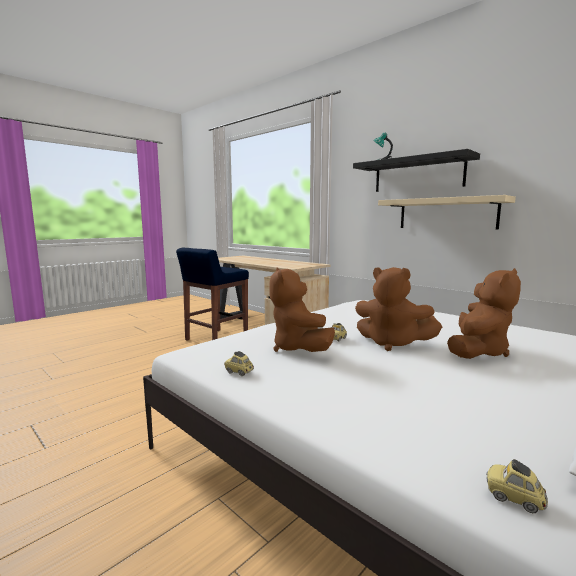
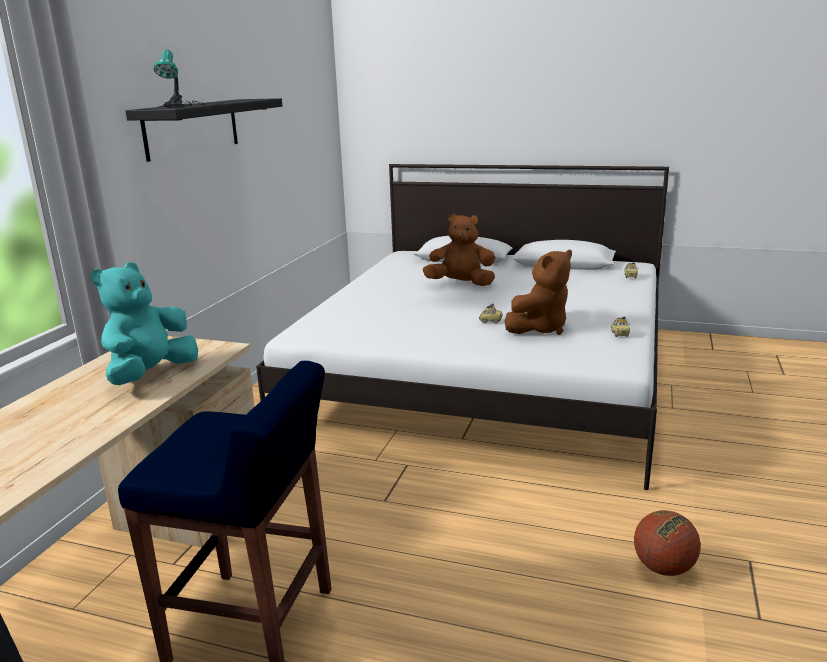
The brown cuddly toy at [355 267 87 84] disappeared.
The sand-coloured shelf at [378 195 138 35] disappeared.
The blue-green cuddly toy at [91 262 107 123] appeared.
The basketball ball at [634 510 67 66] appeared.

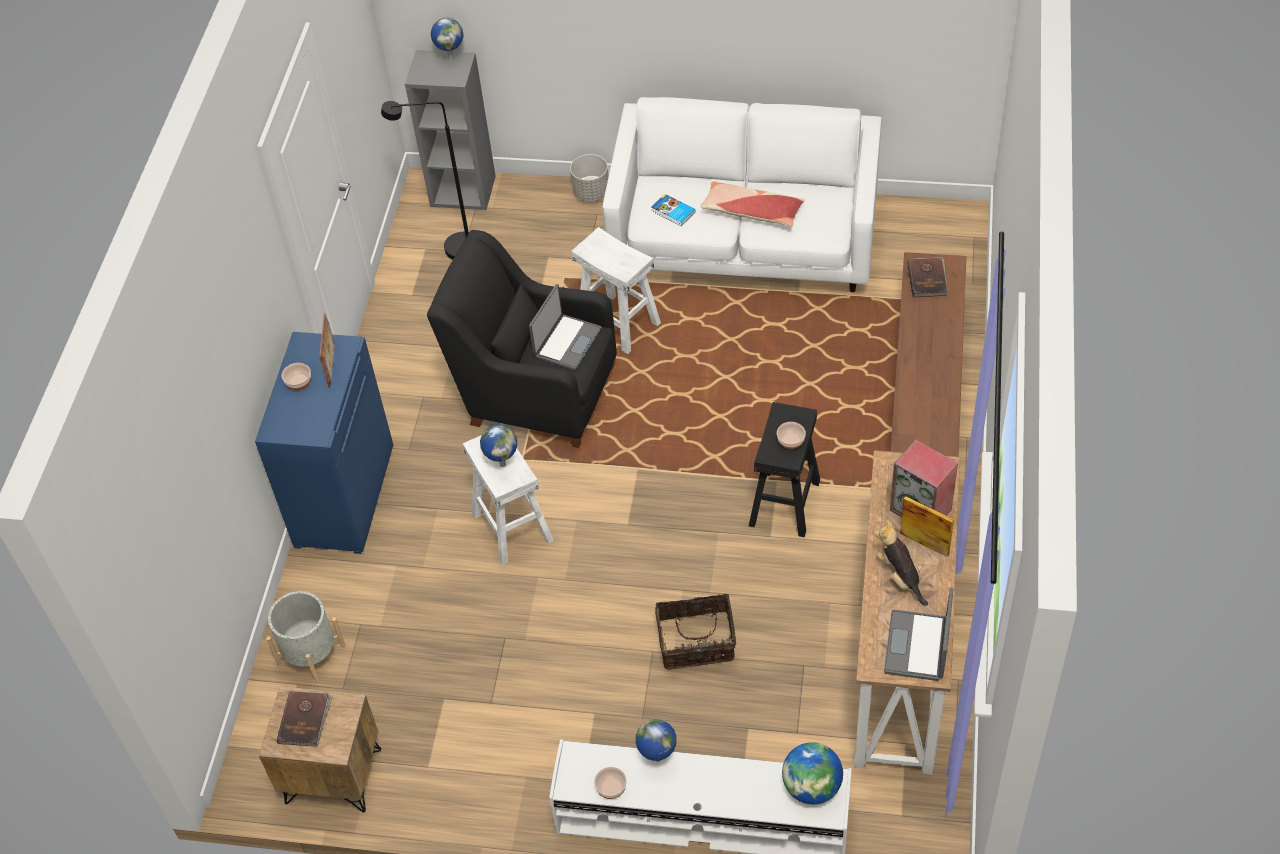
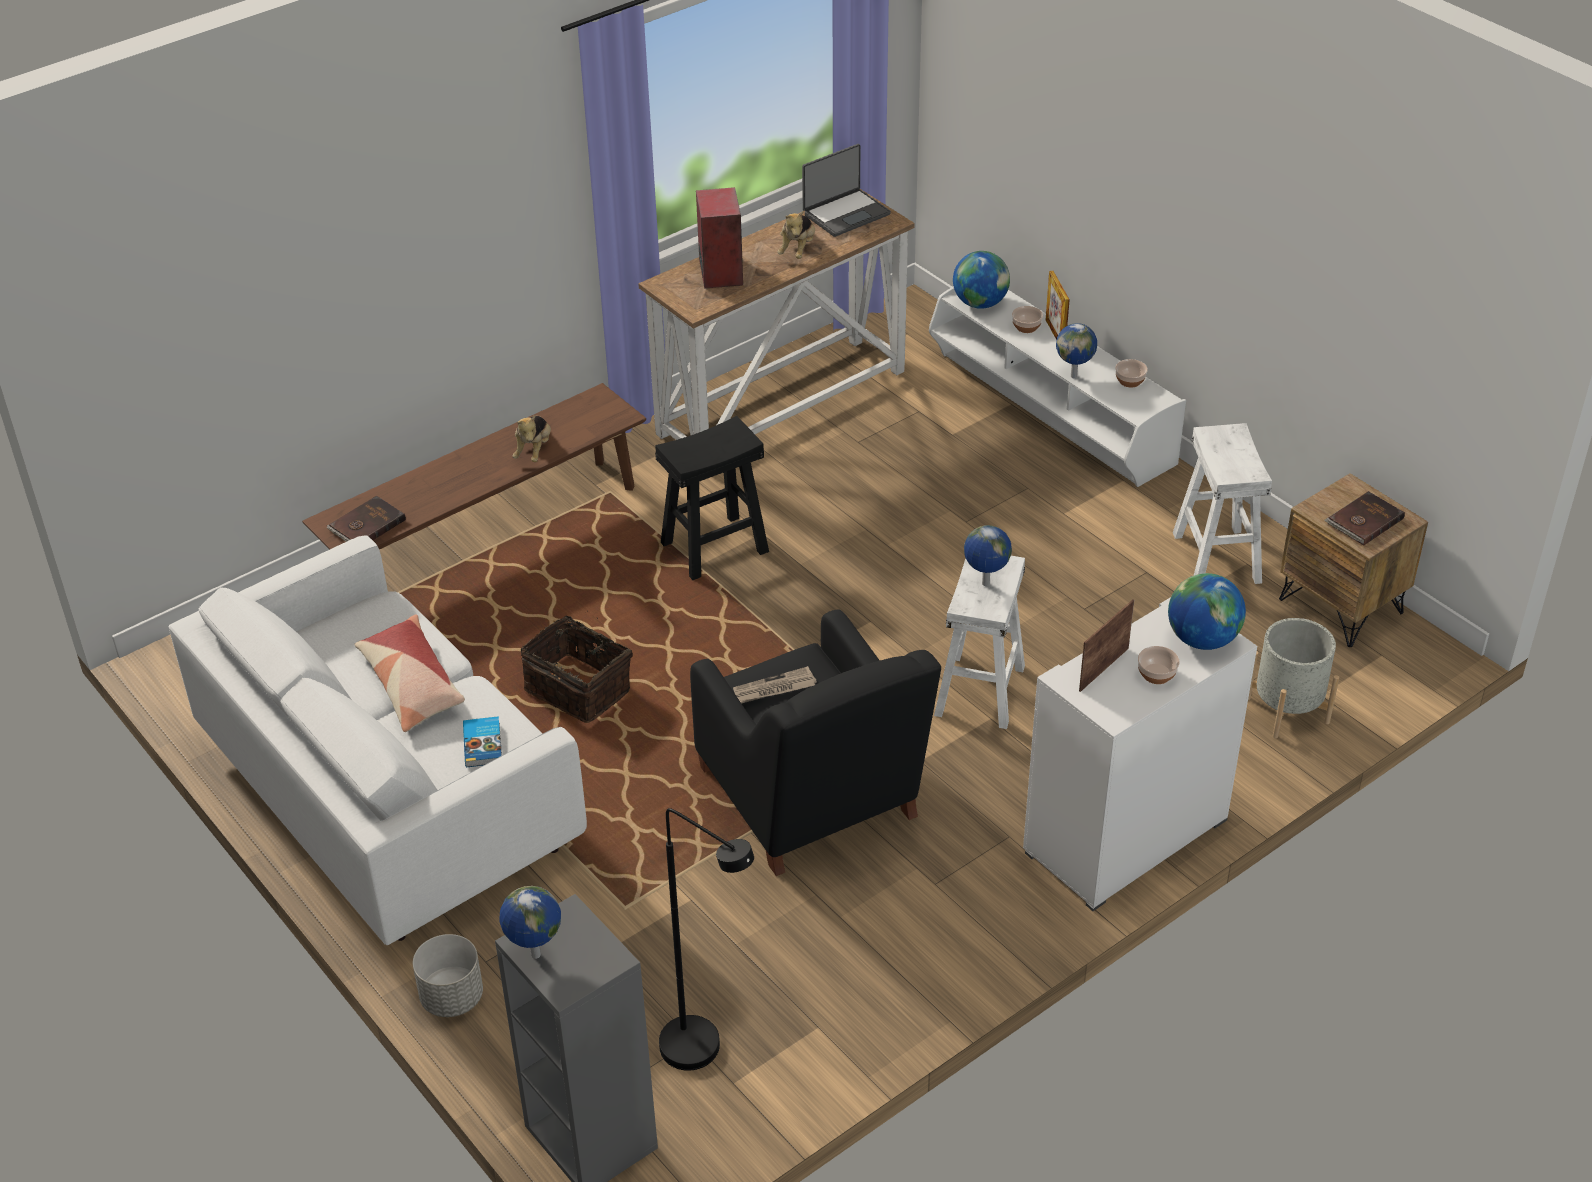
The bluish cupboard at [255 332 138 222] became the whitish cupboard at [1023 597 234 314].
The portable computer at [529 284 73 86] was replaced by the newspaper at [733 666 84 38].
The whitish sitting stool moved from [572 227 89 127] to [1173 423 99 161].
The household basket moved from [655 594 81 76] to [521 611 112 112].
The bowl moved from [777 422 29 27] to [1012 306 31 27].
The photo frame moved from [900 496 54 61] to [1046 271 24 69].
The cuddly toy at [513 415 38 47] appeared.
The world globe at [1168 573 78 77] appeared.

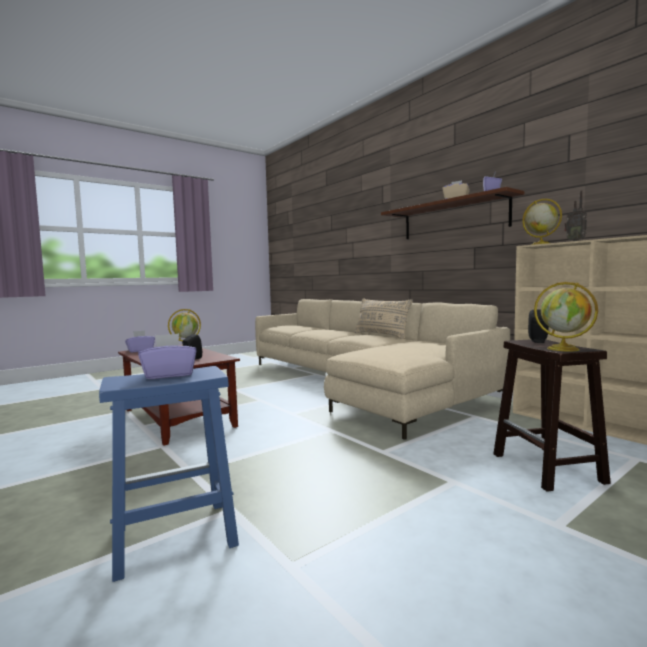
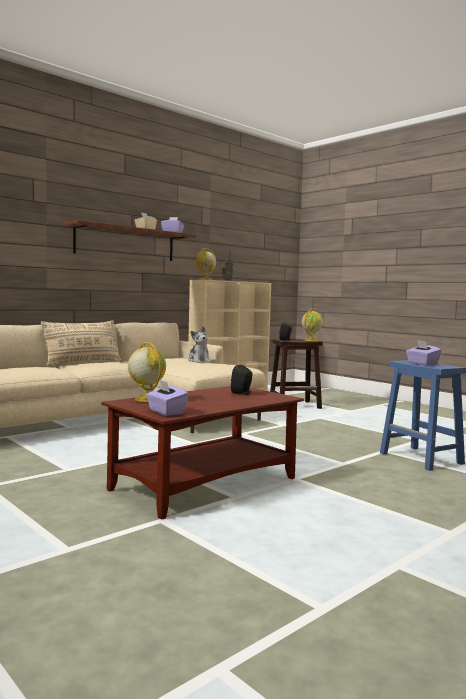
The cuddly toy at [188 326 23 37] appeared.

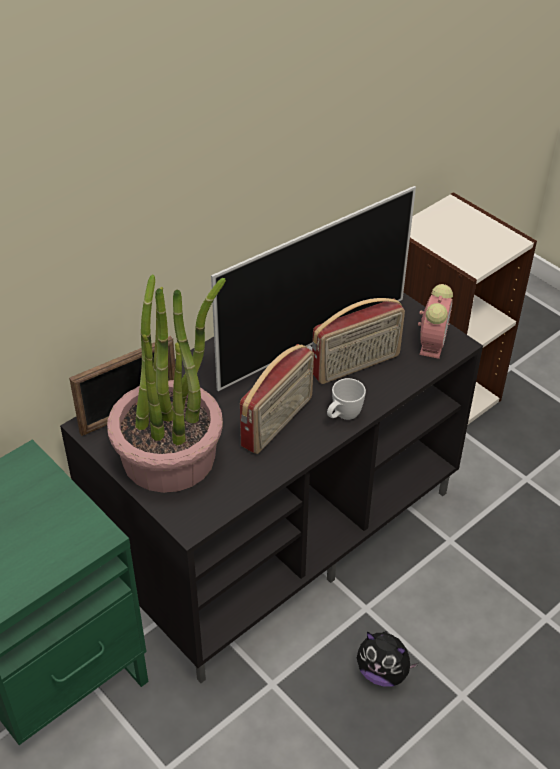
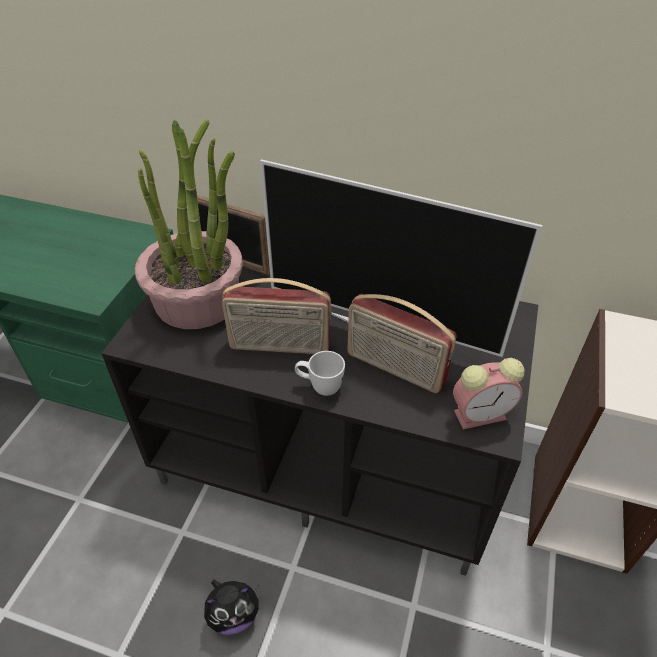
The cuddly toy at [357 631 62 56] turned 105 degrees counterclockwise.

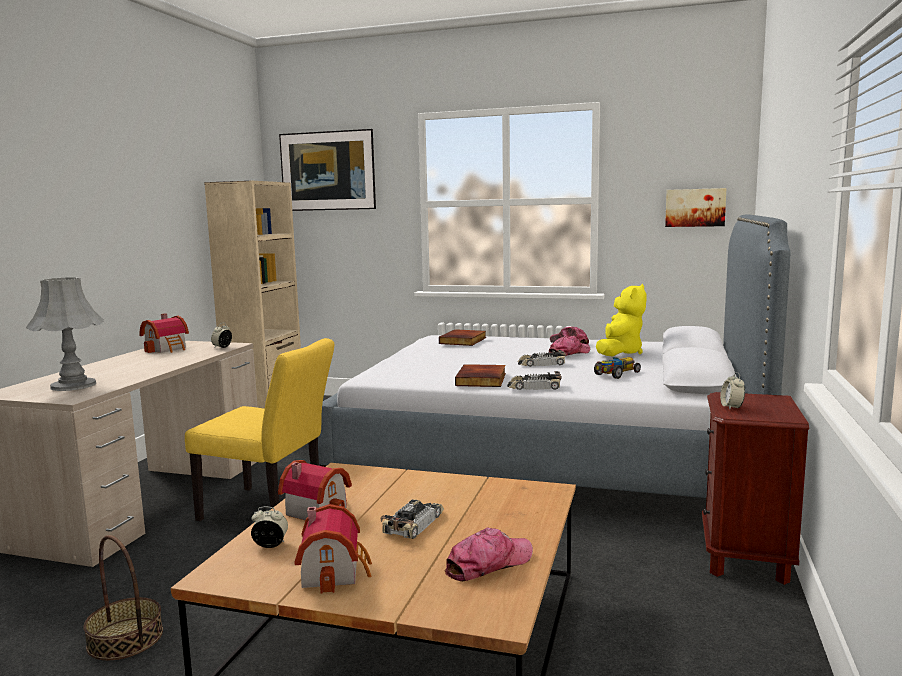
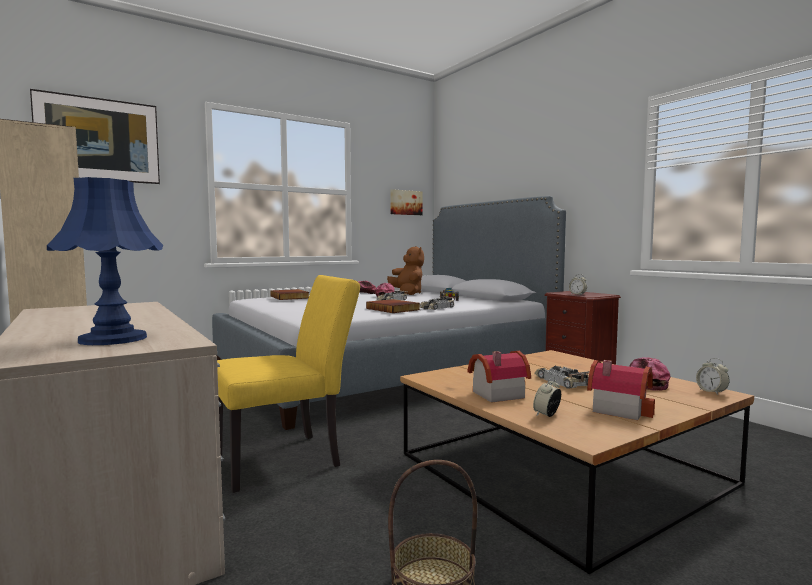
The gray table lamp at [26 277 78 114] became the bluish table lamp at [47 177 116 168].
The toy house at [139 313 50 40] disappeared.
The bedside clock moved from [211 323 21 25] to [696 358 34 37].
The yellow-coloured cuddly toy at [596 284 51 72] became the brown cuddly toy at [387 246 37 49].

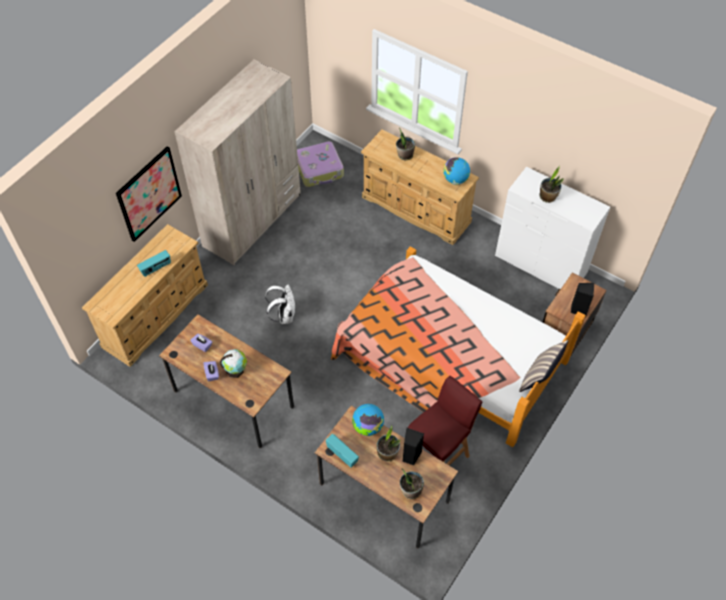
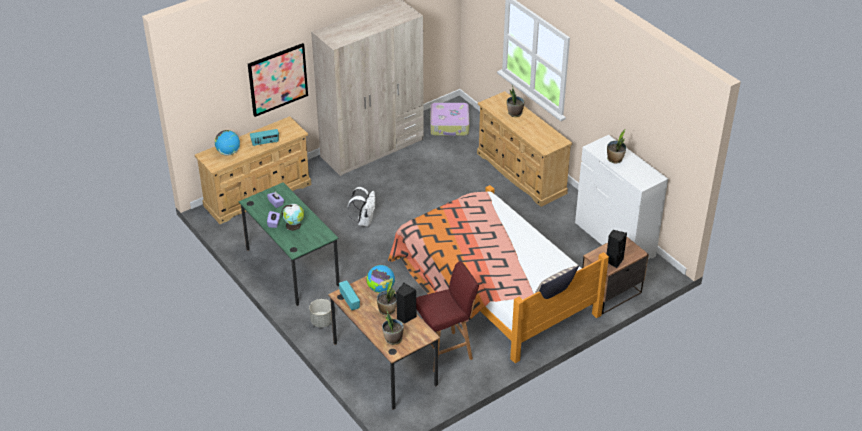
The brown desk at [159 314 135 134] became the green desk at [239 182 101 124].
The world globe moved from [443 157 27 28] to [215 130 25 25].
The gray flower pot at [309 299 23 28] appeared.

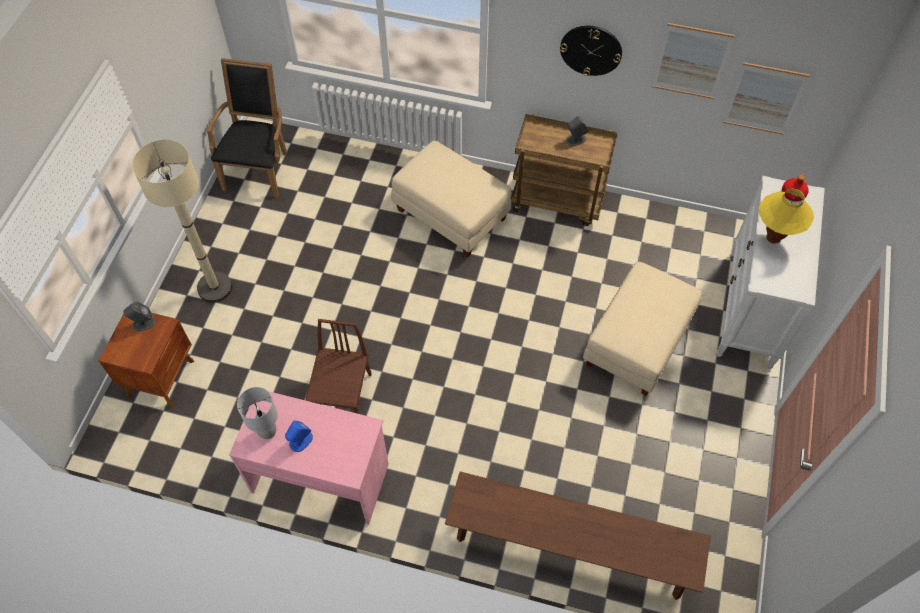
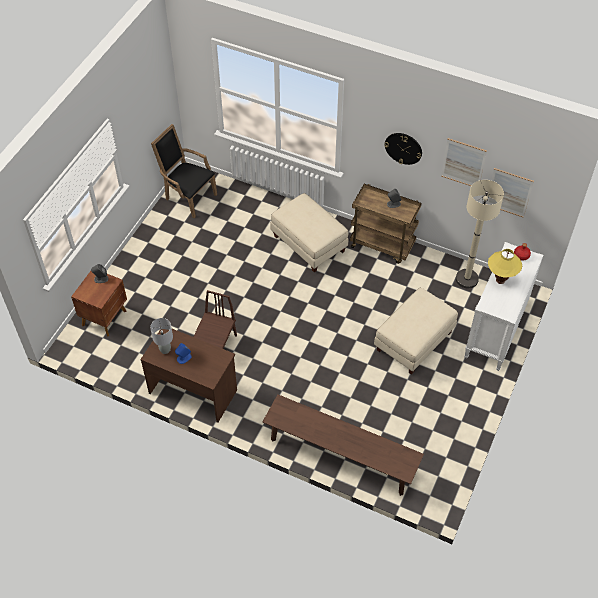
The sand-coloured standing lamp moved from [132 139 100 164] to [456 180 48 108].
The blackish easy chair at [207 58 80 140] turned 75 degrees counterclockwise.
The pink-coloured desk at [229 391 160 133] became the brown desk at [140 329 97 94].

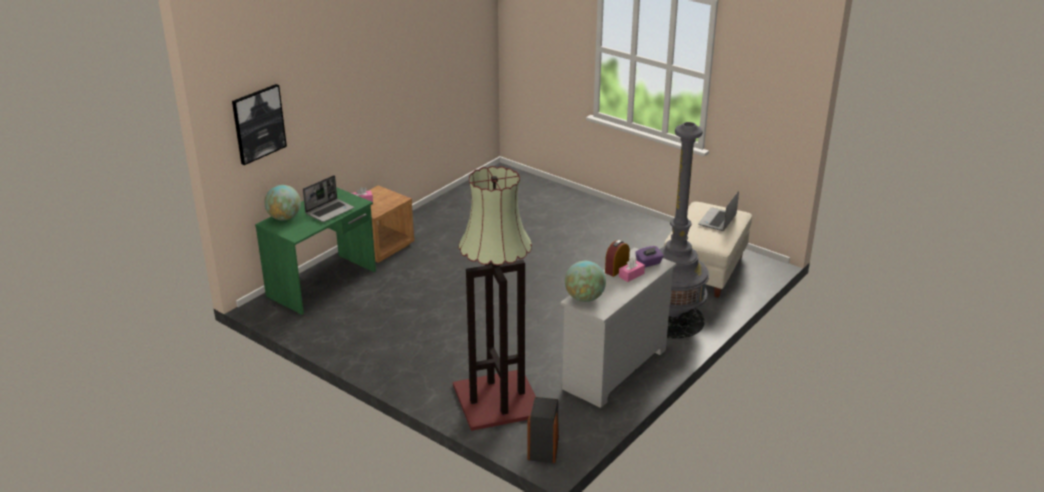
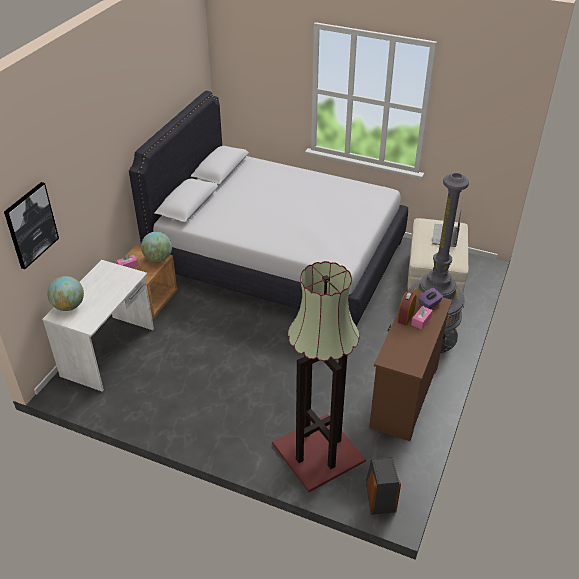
The green desk at [255 187 121 128] became the whitish desk at [42 260 112 132].
The portable computer at [303 175 52 47] disappeared.
The whitish chest of drawers at [560 247 116 161] became the brown chest of drawers at [369 289 83 152].
The world globe moved from [565 261 41 41] to [141 231 31 31].
The whitish sleeping bed at [129 91 279 236] appeared.

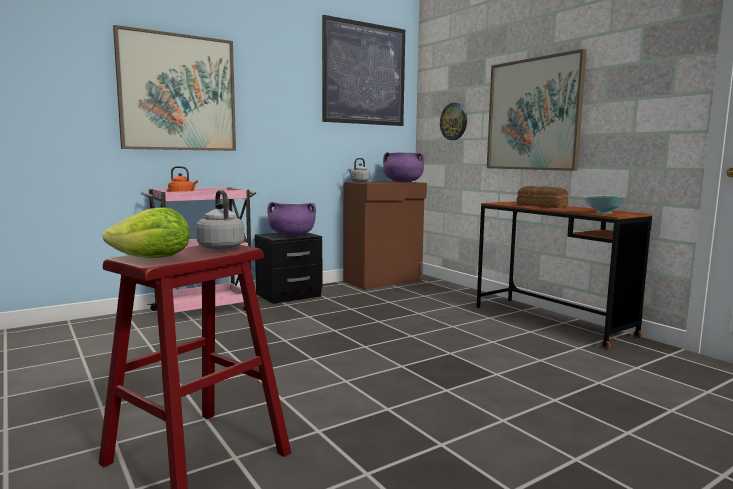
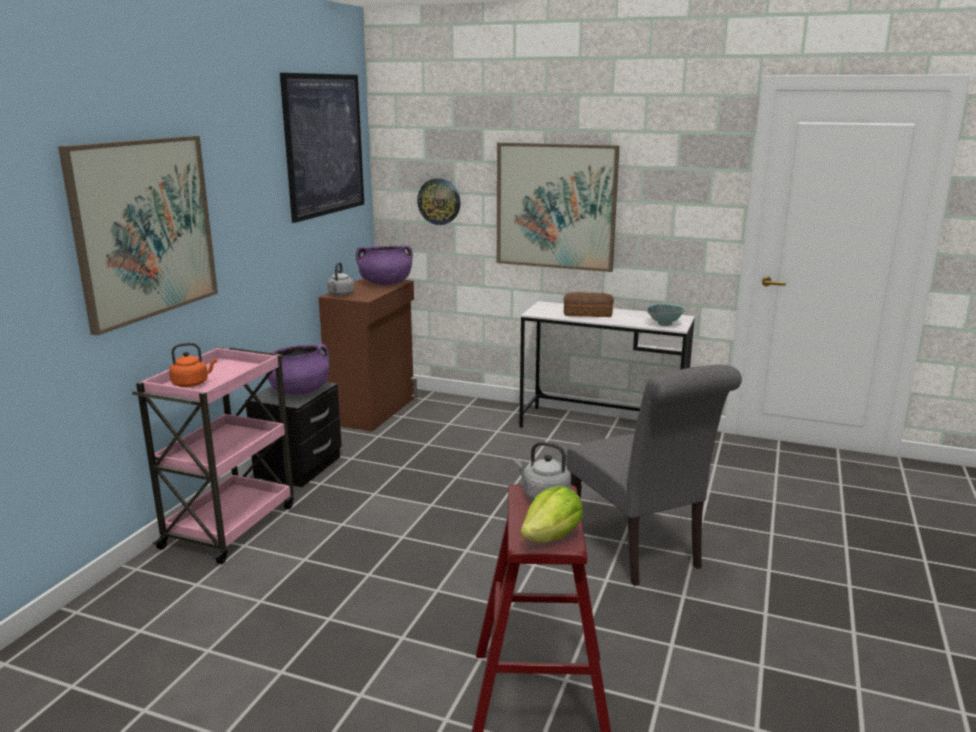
The brown desk at [477 201 175 148] became the whitish desk at [519 301 176 127].
The gray upright chair at [567 365 175 221] appeared.

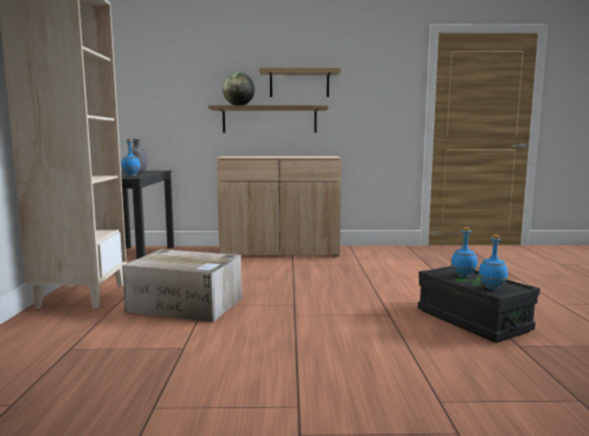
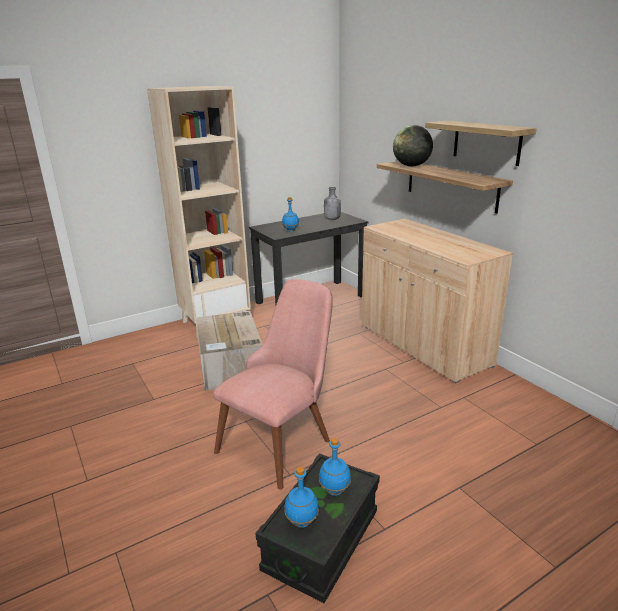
The pink-coloured upright chair at [213 279 120 211] appeared.

